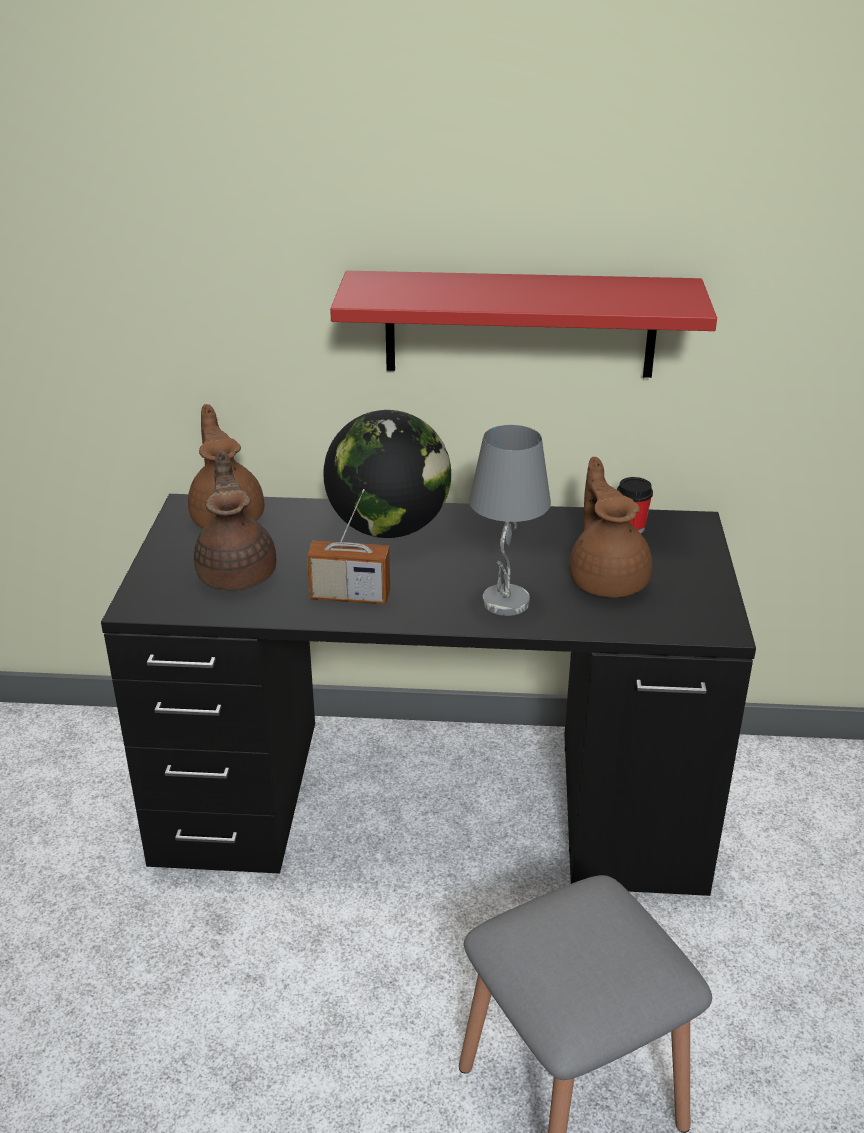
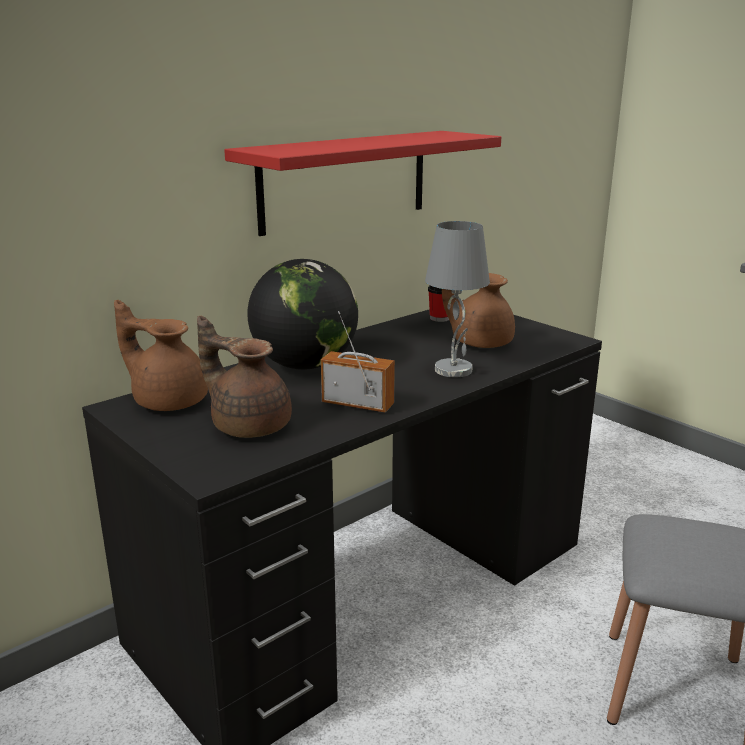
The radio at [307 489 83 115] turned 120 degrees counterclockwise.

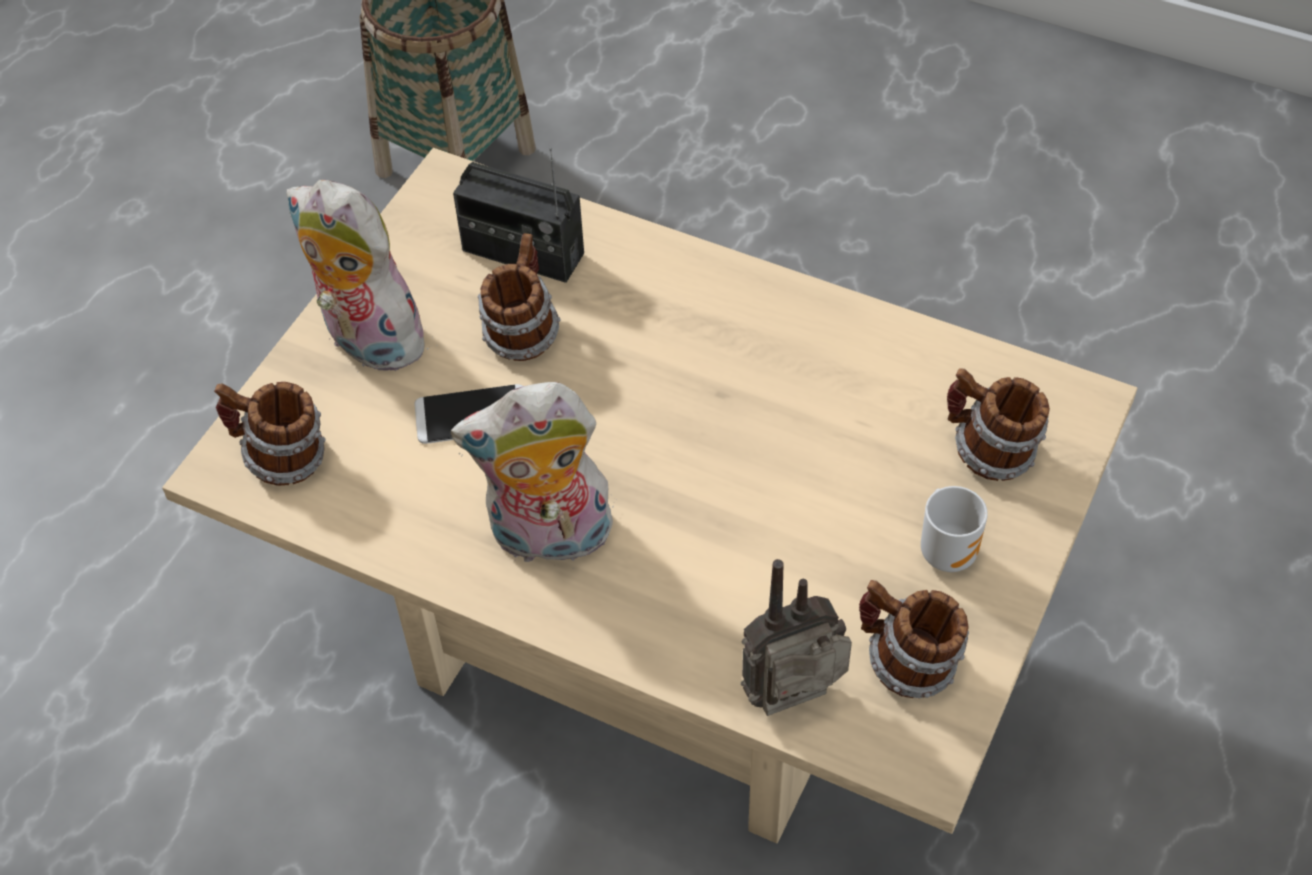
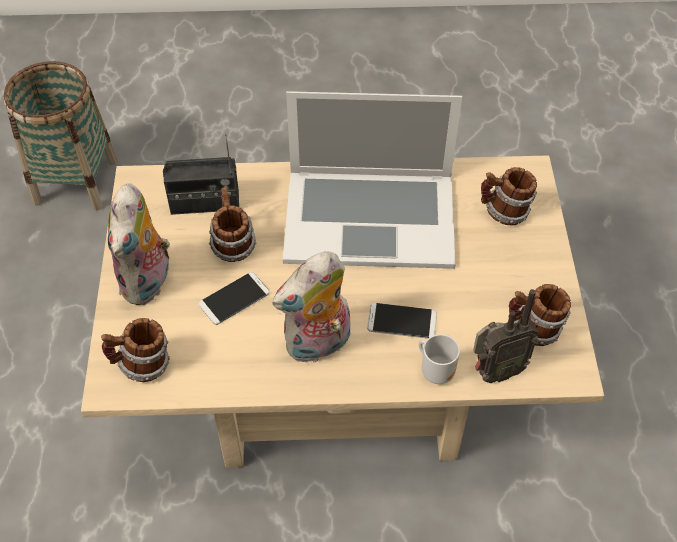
The cuddly toy at [286 180 151 192] turned 90 degrees counterclockwise.
The radio at [740 559 112 157] turned 150 degrees counterclockwise.
The tea mug moved from [921 486 67 86] to [419 334 41 50].
The portable computer at [283 91 179 178] appeared.
The handset at [367 303 70 36] appeared.

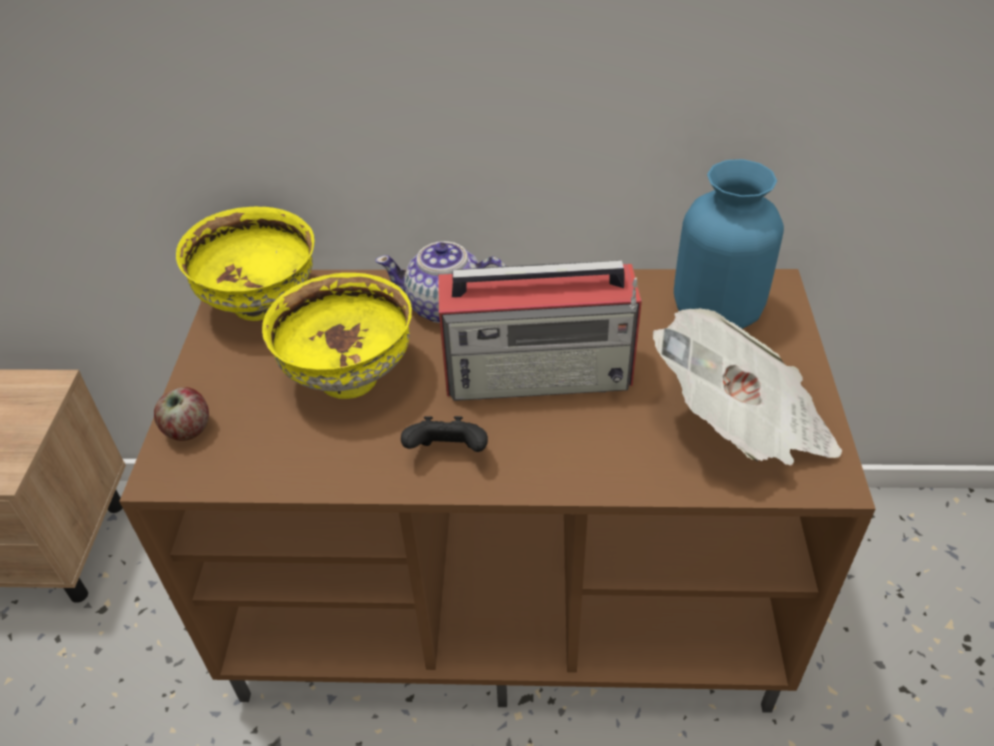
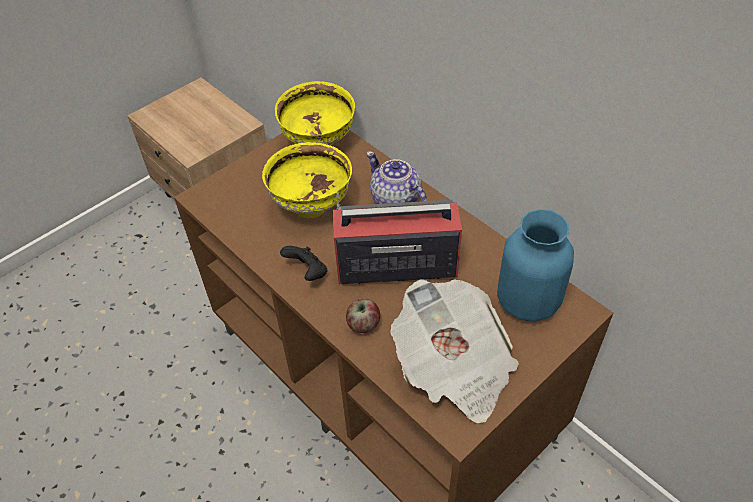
The apple fruit moved from [154 387 55 54] to [346 299 34 34].
The radio at [438 260 204 141] turned 135 degrees clockwise.

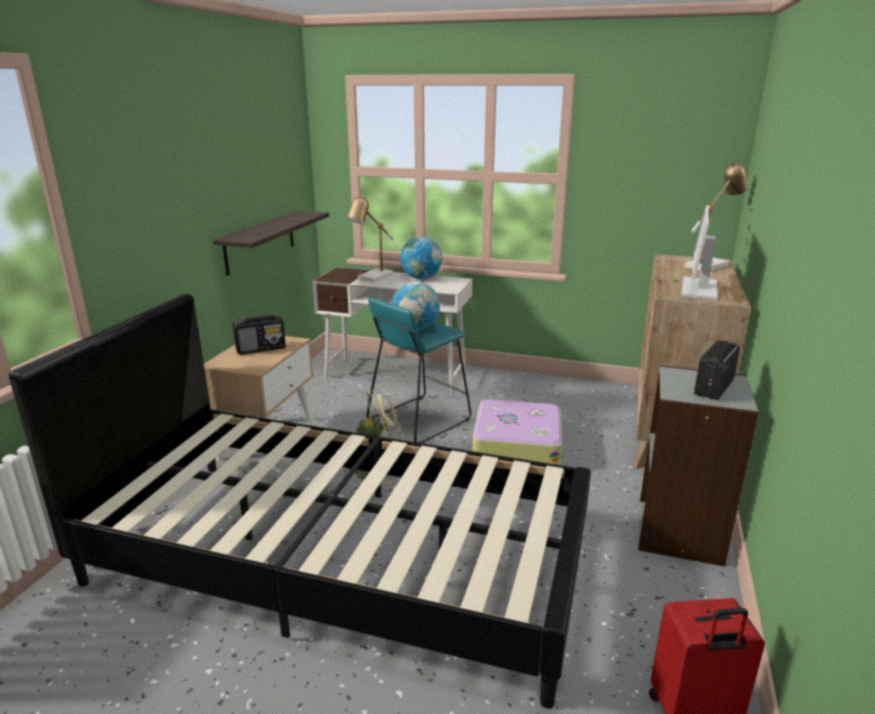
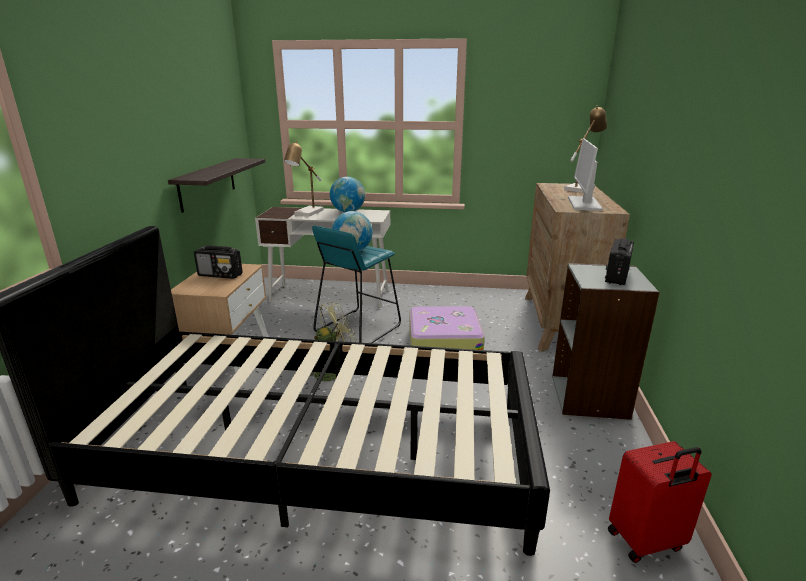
The radio at [233 315 53 40] turned 45 degrees clockwise.

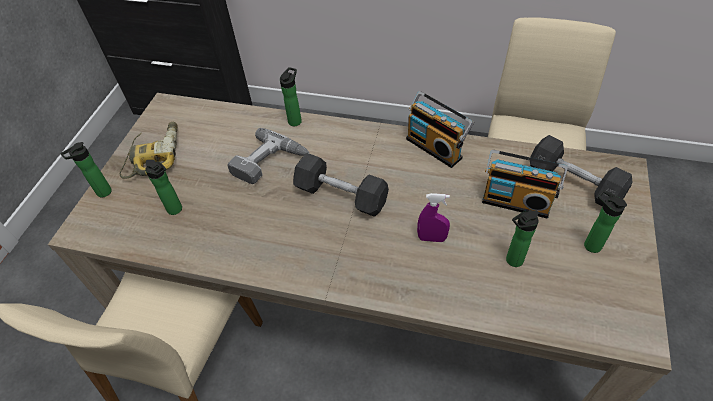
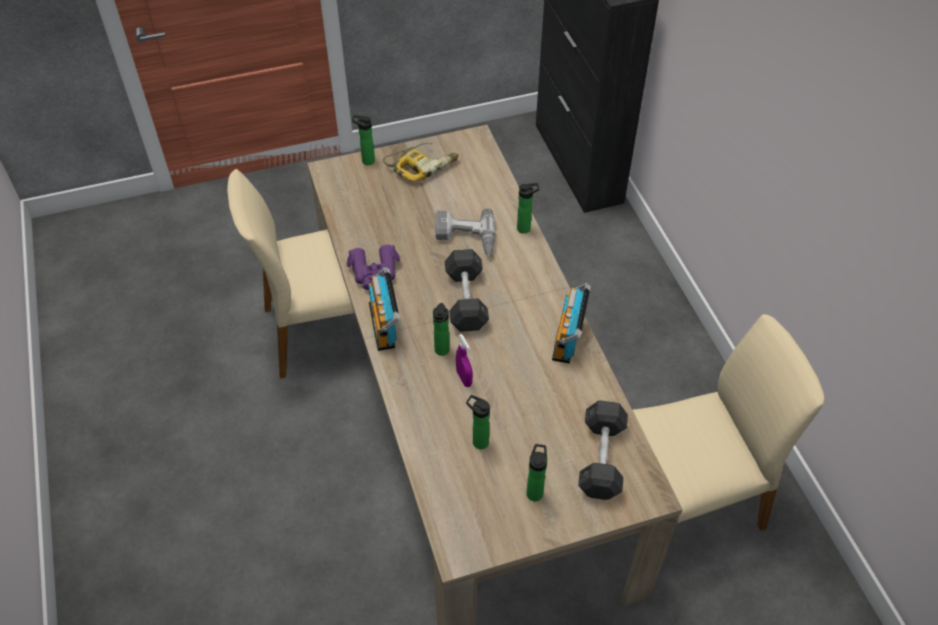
The drink bottle moved from [145 160 37 55] to [433 303 17 53].
The radio moved from [482 150 86 69] to [368 267 32 84].
The purple-coloured pair of binoculars at [347 245 53 45] appeared.

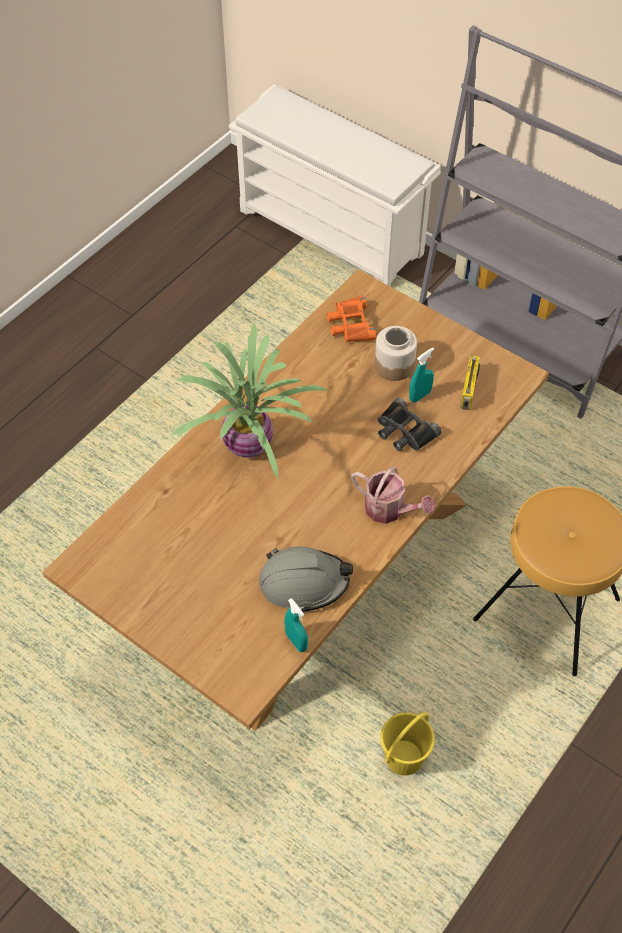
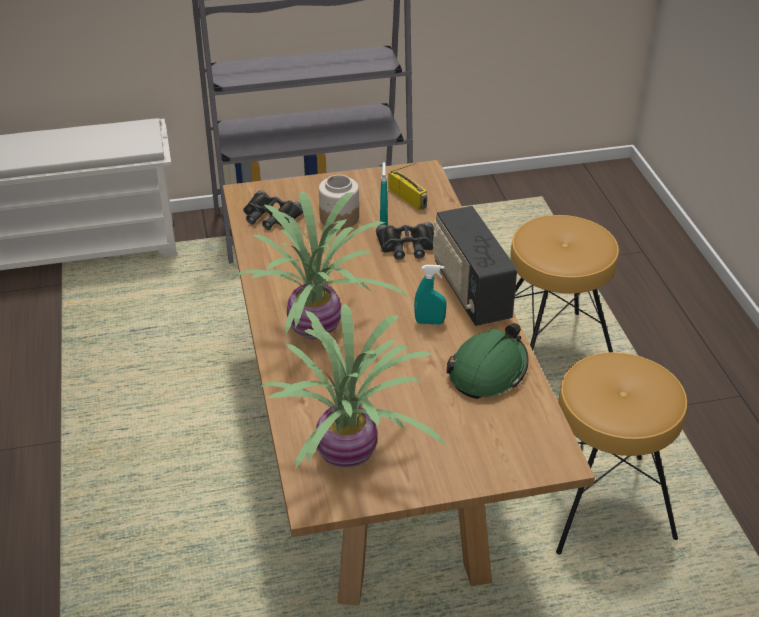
The gray work helmet at [259 547 94 65] became the green work helmet at [446 323 83 76].
The blue-green sprayer moved from [285 598 23 54] to [414 265 33 60].
The orange pair of binoculars at [327 295 49 47] became the blackish pair of binoculars at [243 190 60 40].
The watering can at [351 466 84 58] was replaced by the radio at [433 206 84 120].
The yellow-coloured water bucket at [380 712 55 64] was replaced by the brown sitting stool at [556 352 131 203].
The potted plant at [260 304 186 165] appeared.

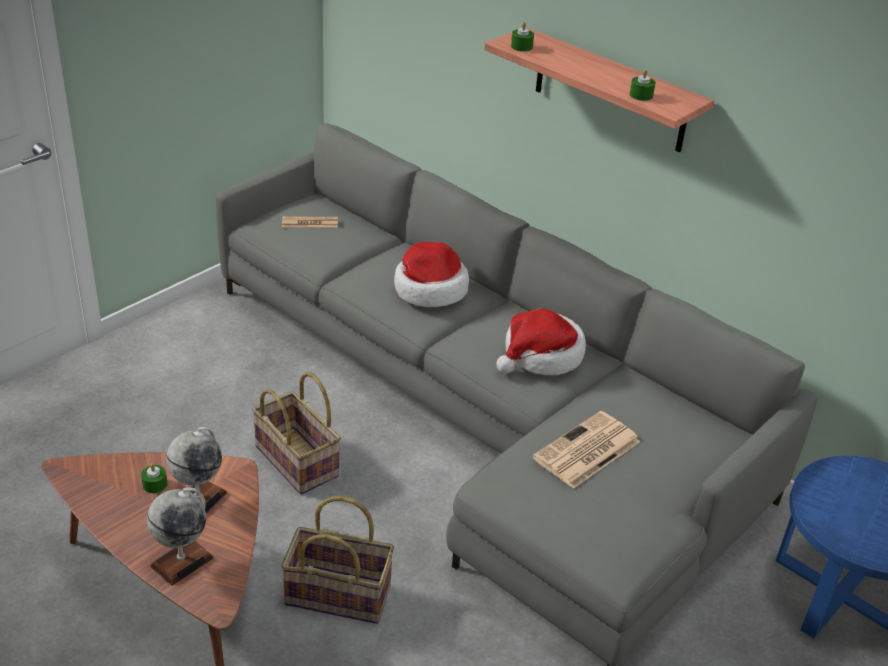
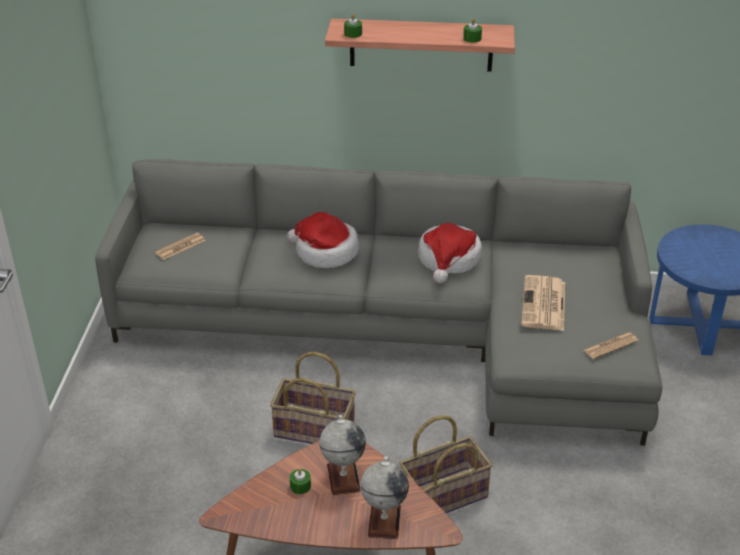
The newspaper at [584 332 54 27] appeared.

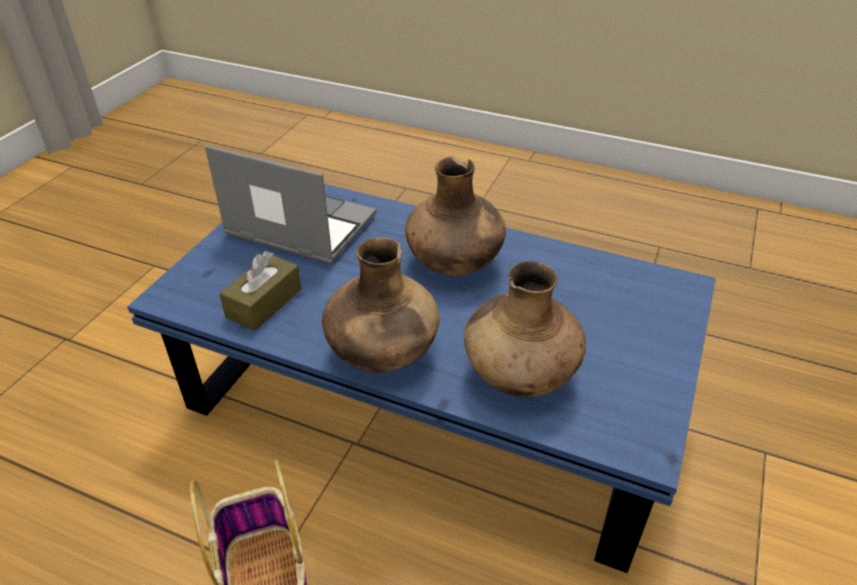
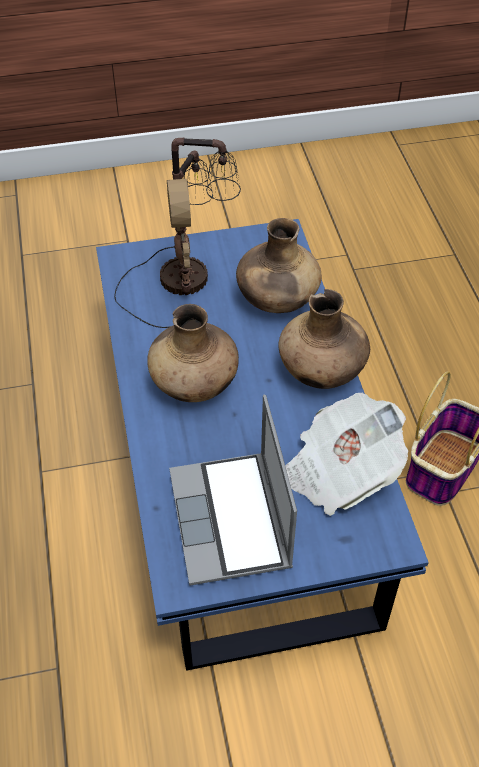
The brown box of tissues at [219 251 83 80] was replaced by the newspaper at [285 393 123 123].
The table lamp at [114 137 127 191] appeared.

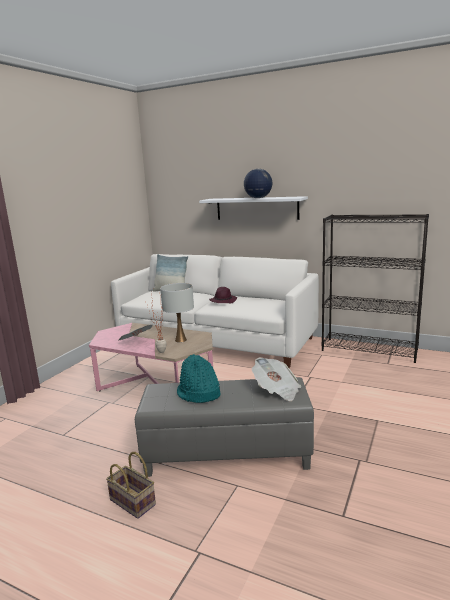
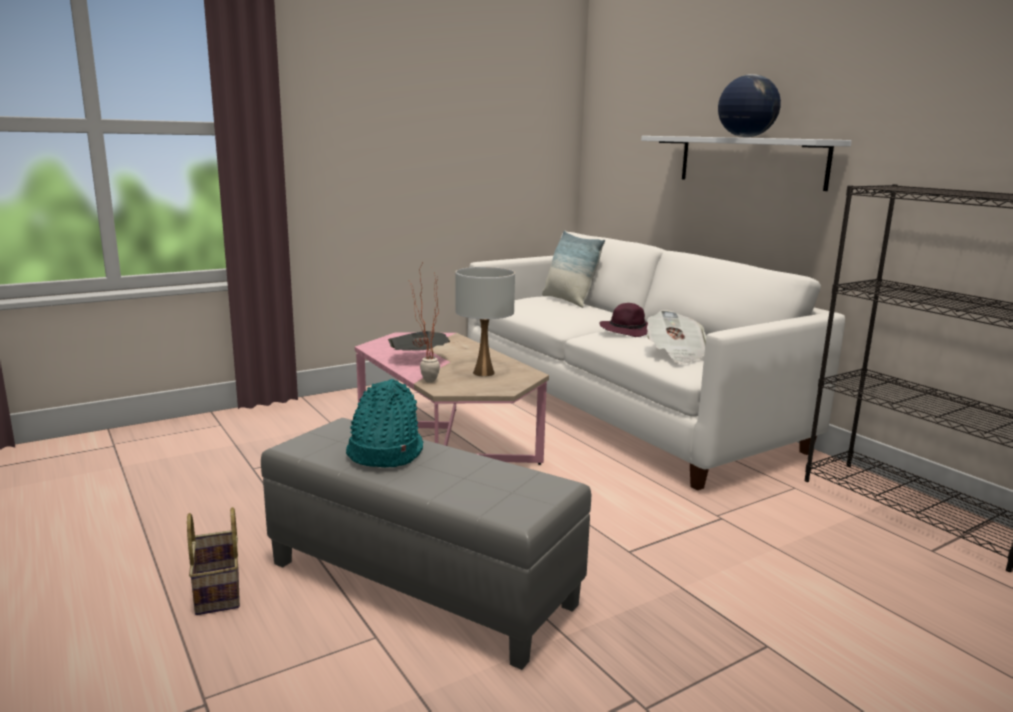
The newspaper moved from [252 357 49 44] to [647 310 59 54].

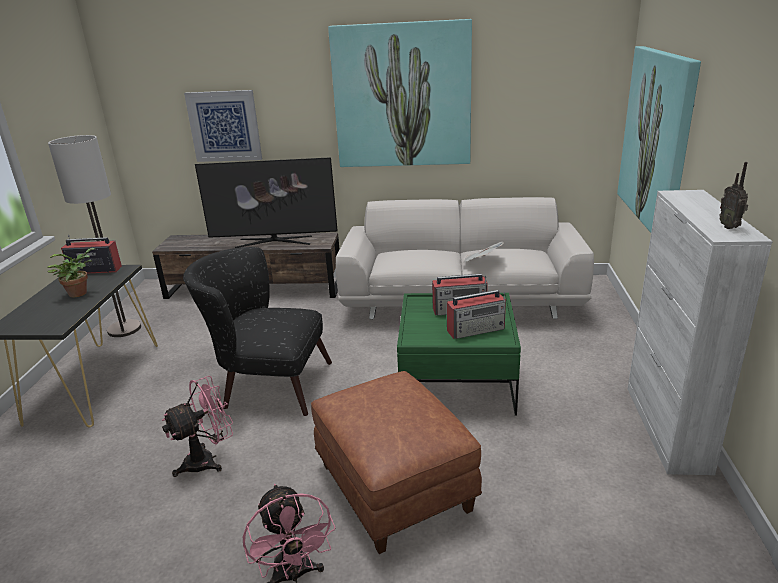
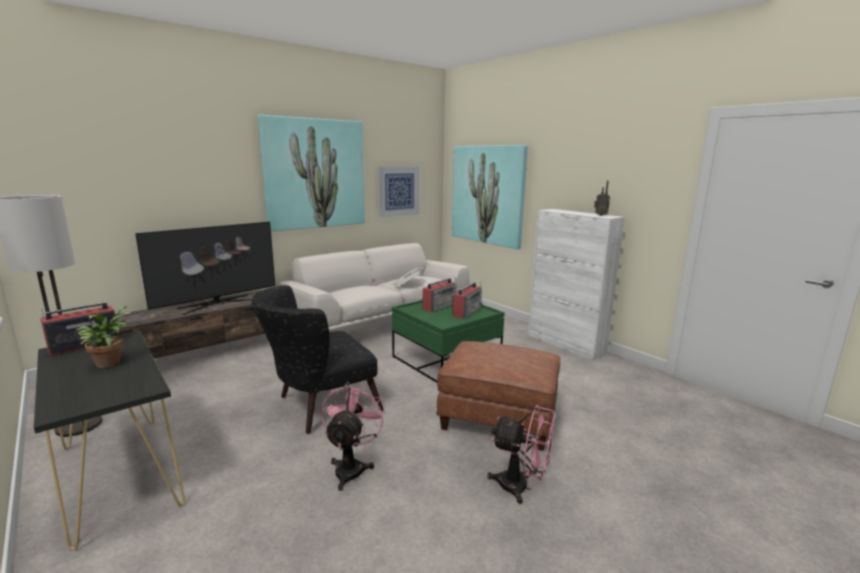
The wall picture moved from [184 90 78 72] to [378 167 41 50].

